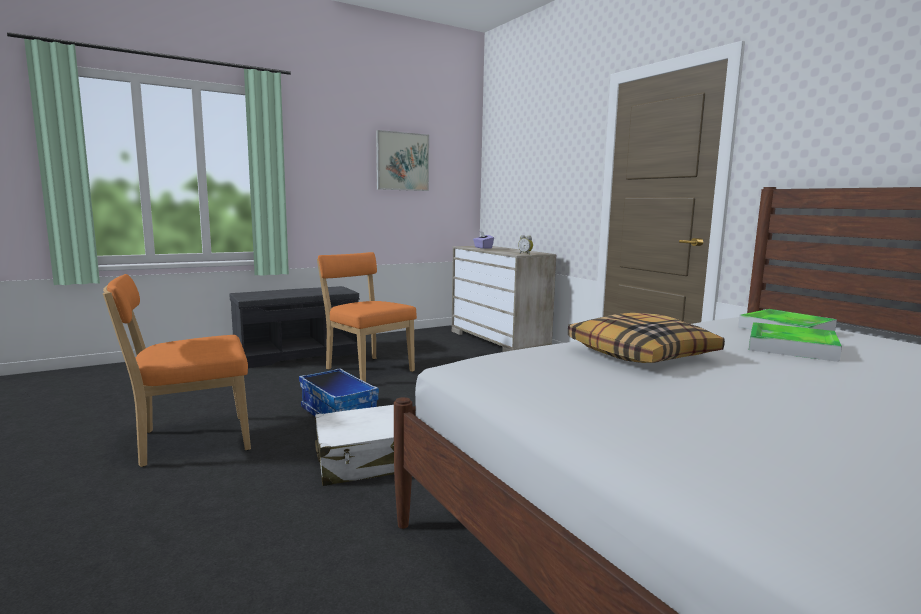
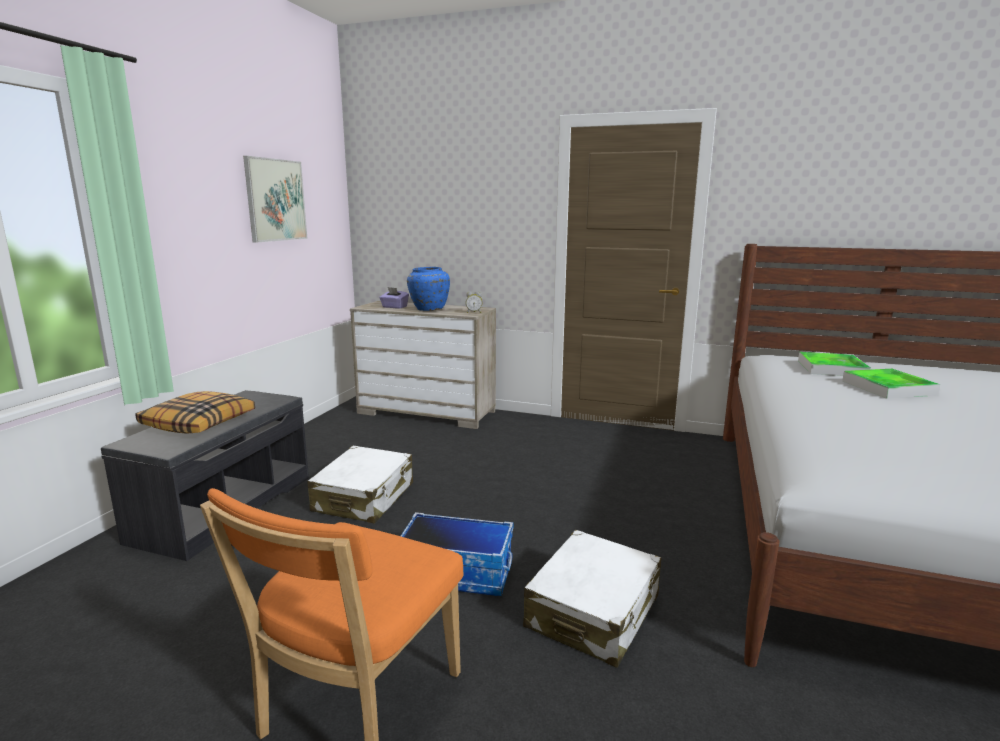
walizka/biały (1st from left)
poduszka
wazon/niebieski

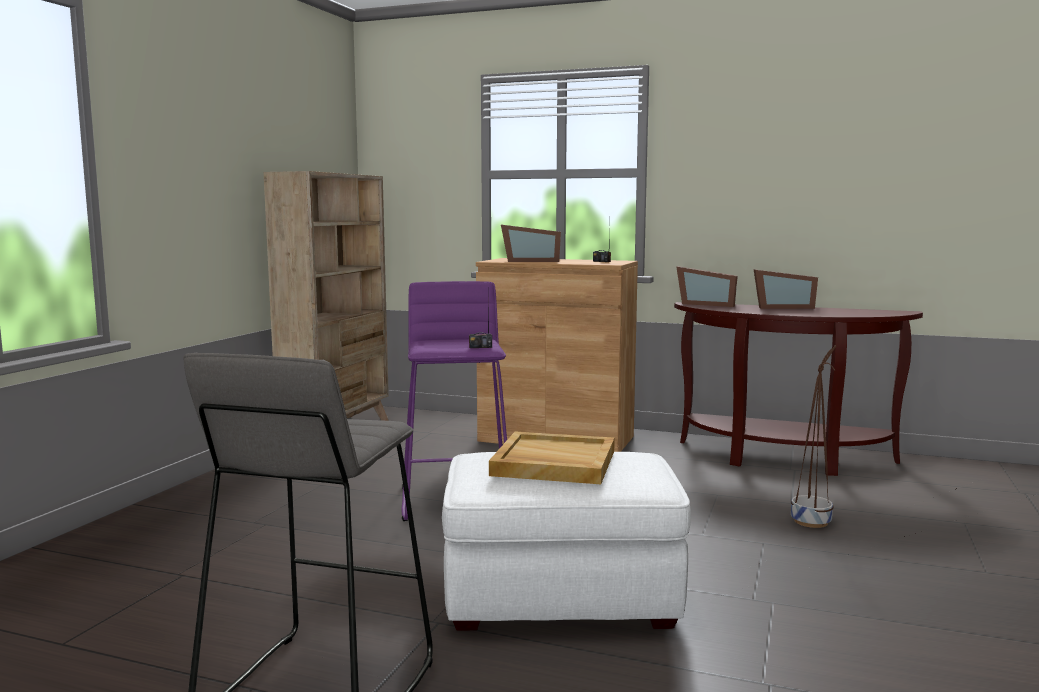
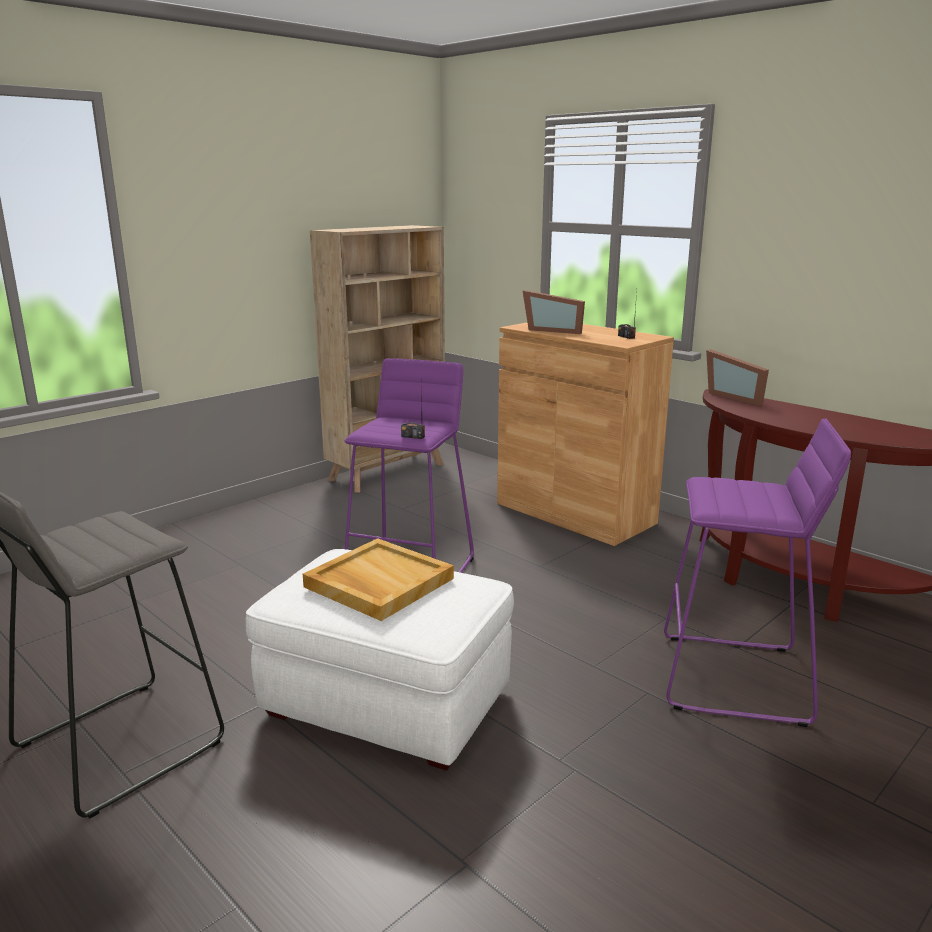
ramka na zdjęcie (3rd from left in the first image)
stołek/fioletowy (2nd from left)

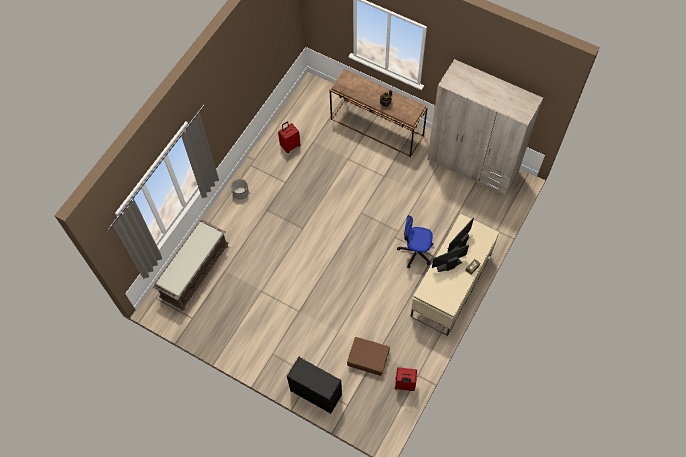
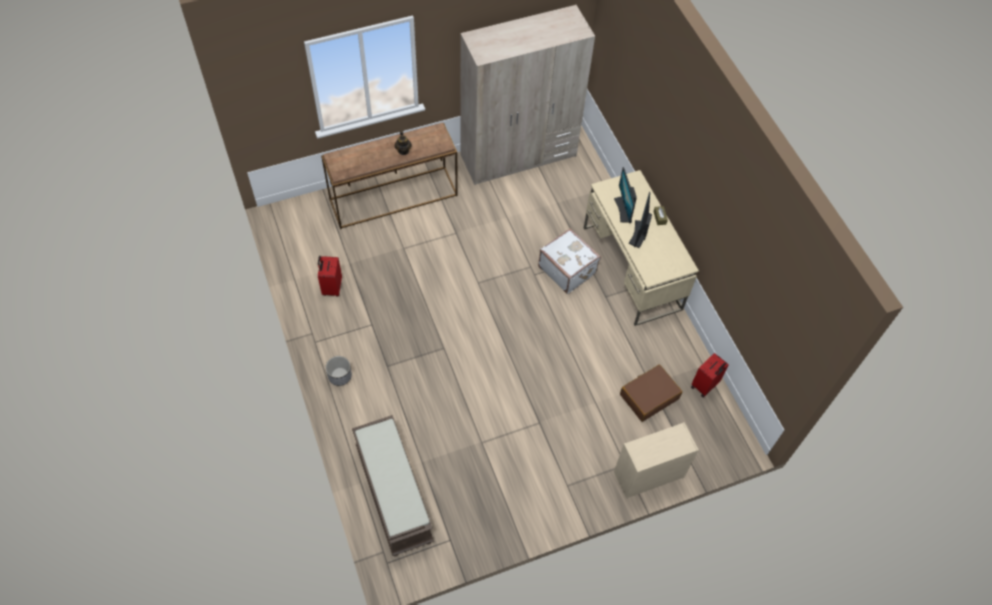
walizka/biały
komoda/beżowy

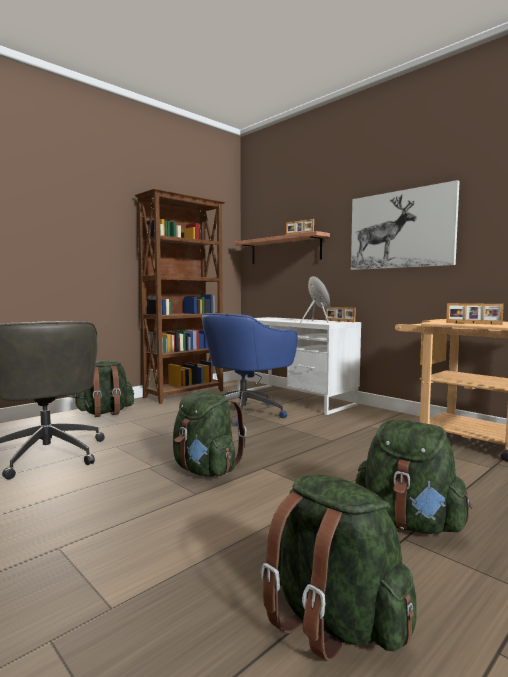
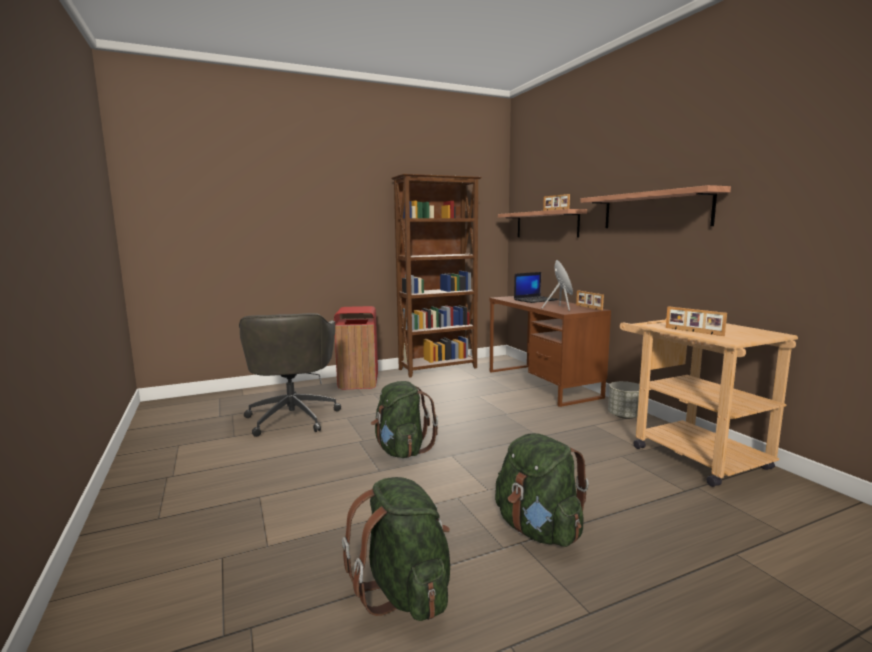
półka (2nd from left)
krzesło biurowe/niebieski
biurko/brązowy
kosz na śmieci/czerwony
laptop
donica/szary

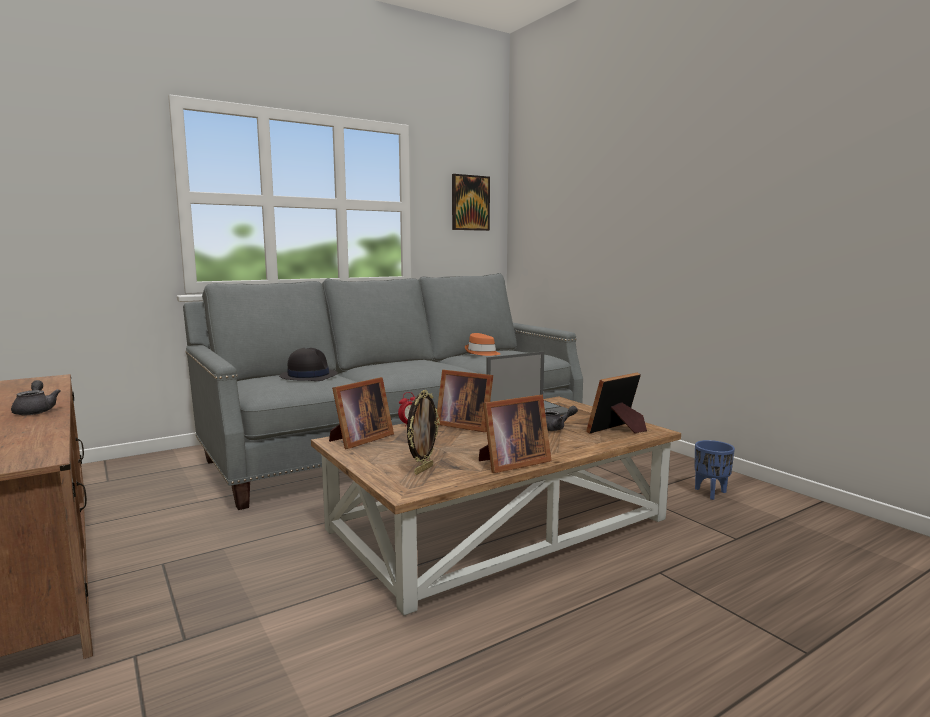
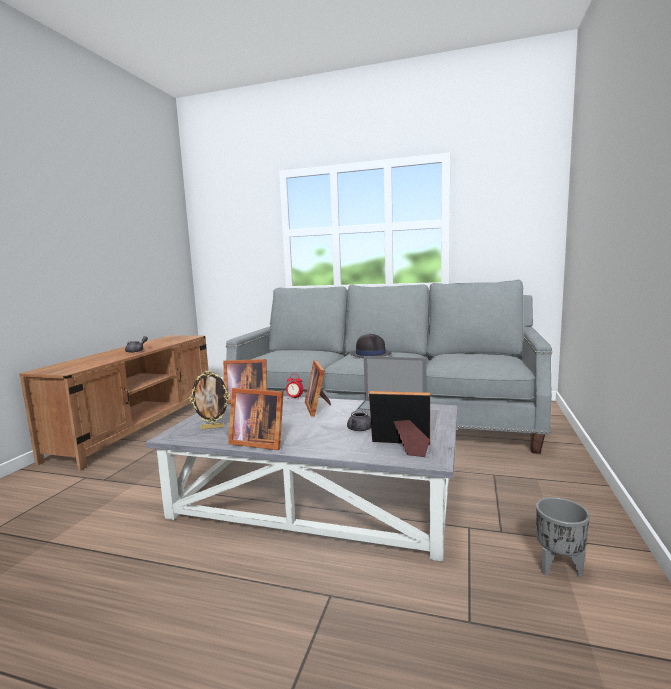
obraz
kapelusz/pomarańczowy
kapelusz/czarny
ława/szary
donica/szary

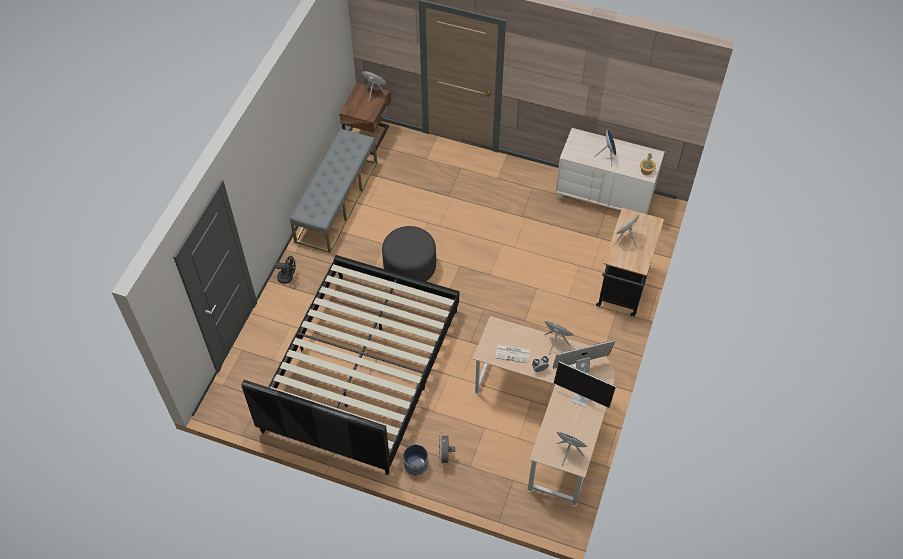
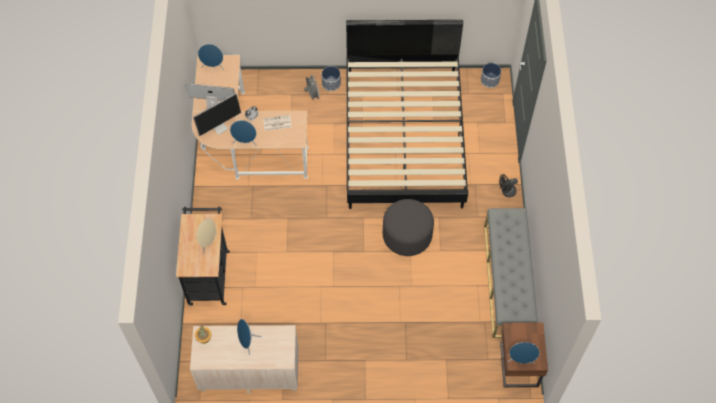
donica (2nd from left)

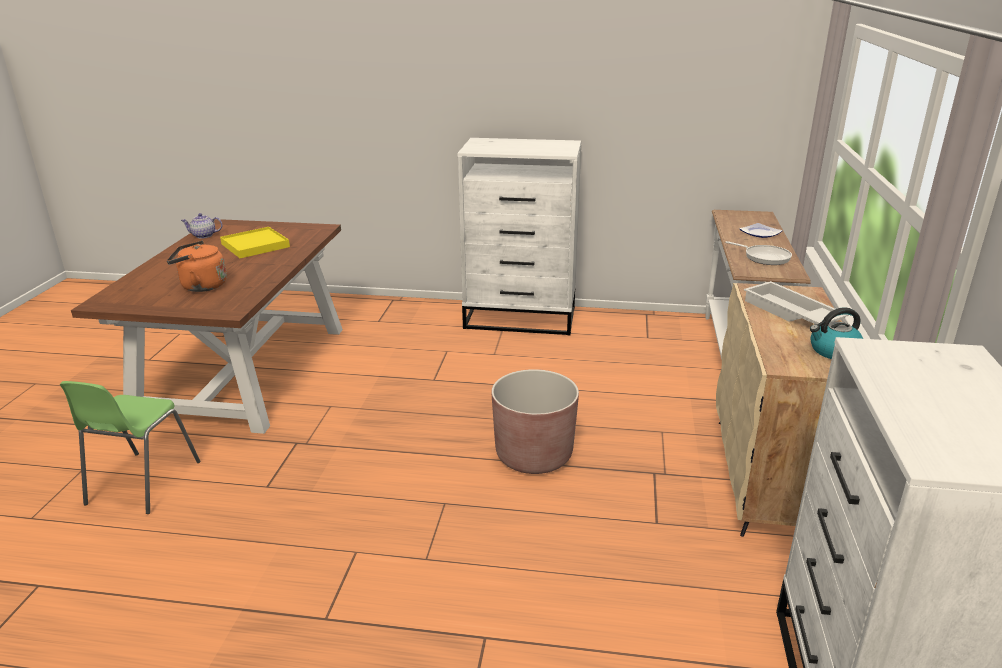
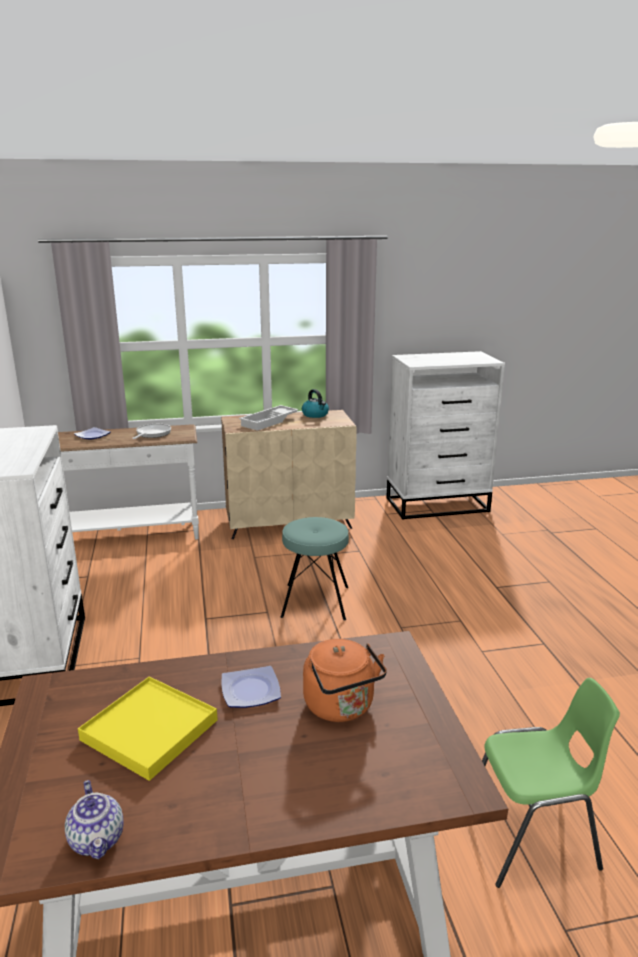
stołek/turkusowy
talerz (2nd from left)

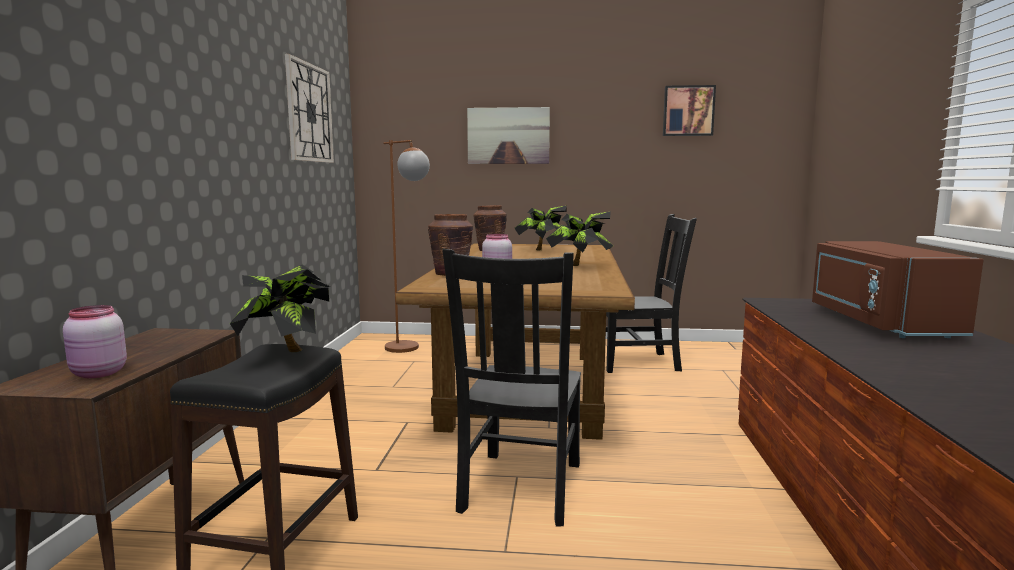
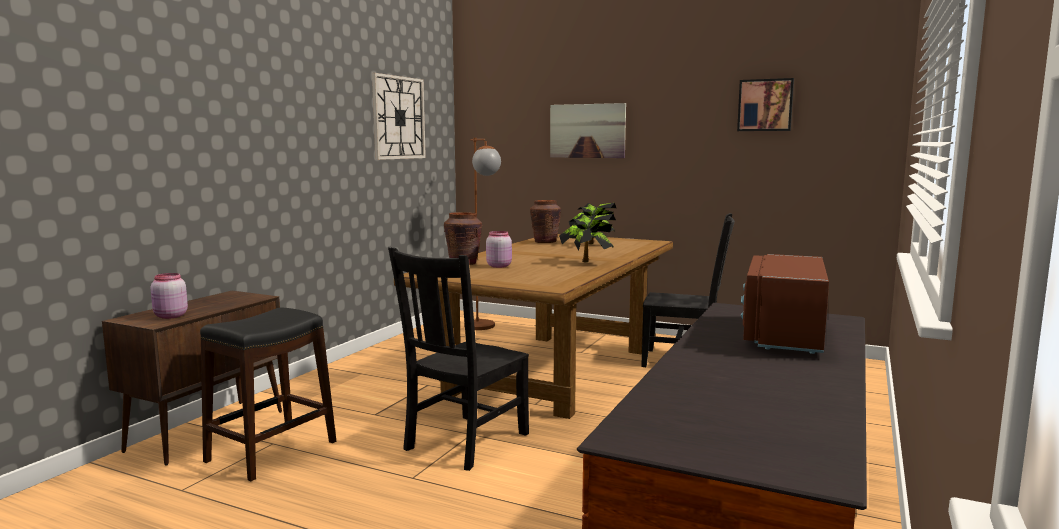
roślina doniczkowa (1st from left in the first image)

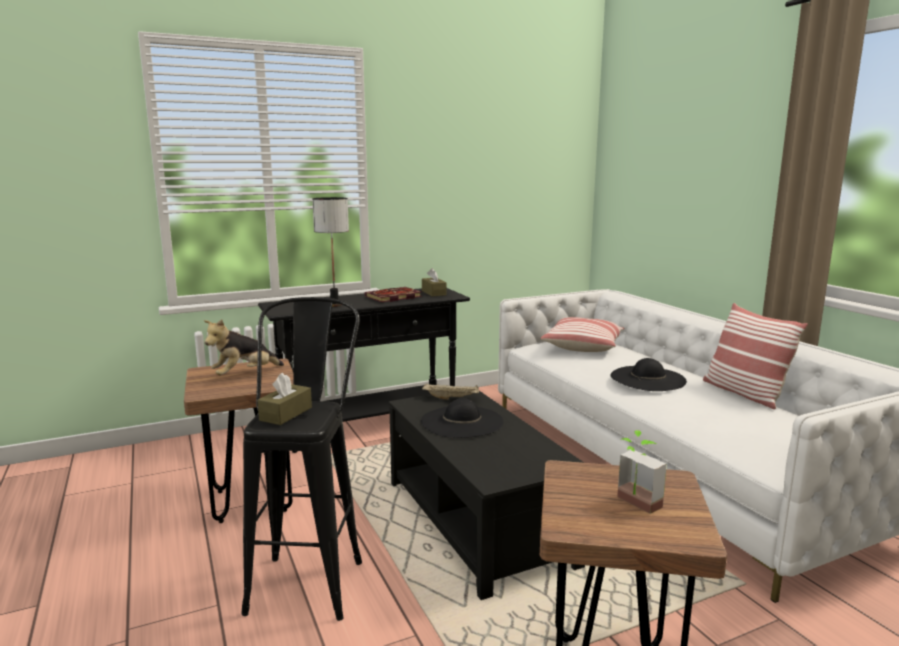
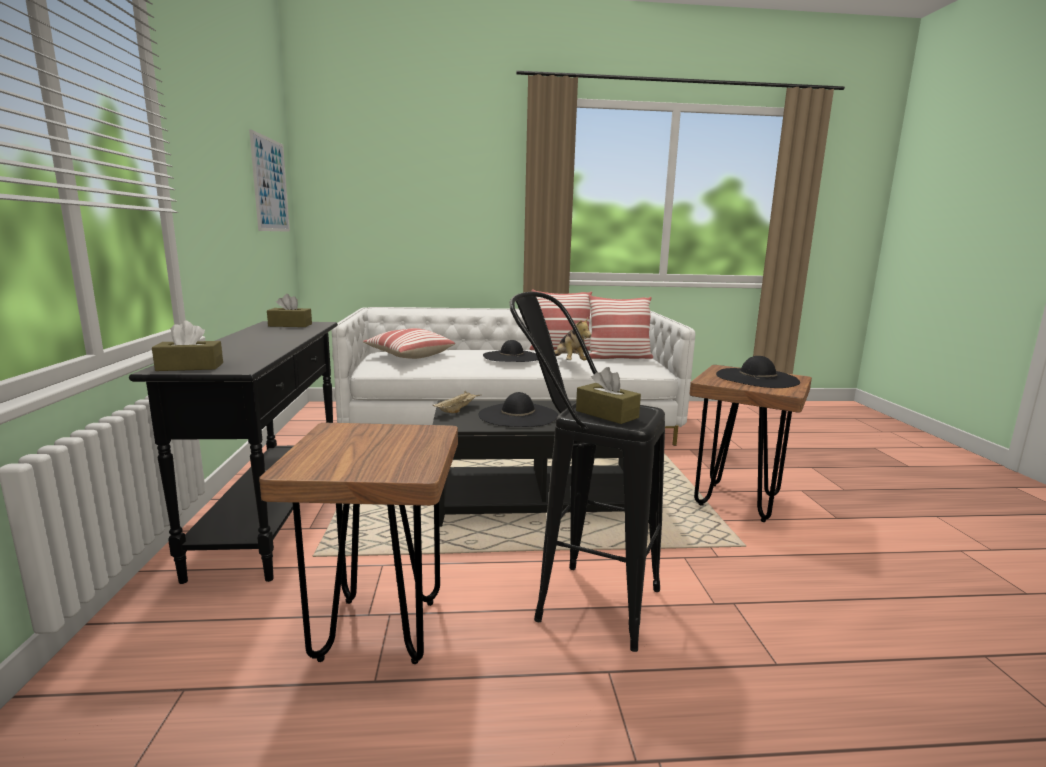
lampa stołowa
książka
pluszak
kapelusz/czarny (3rd from left)
obraz
poduszka (3rd from left)
pudełko chusteczek/brązowy (1st from left)

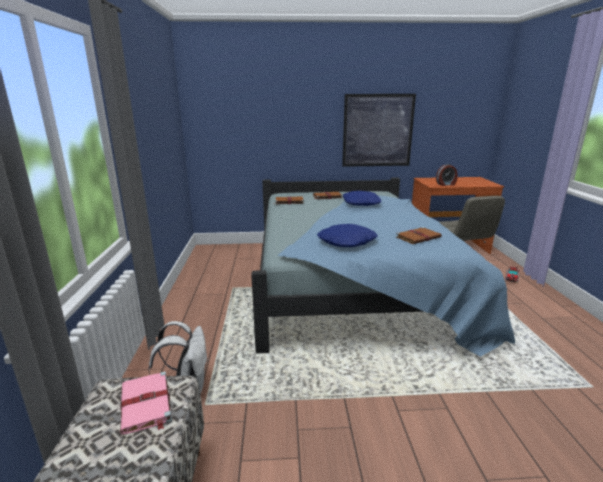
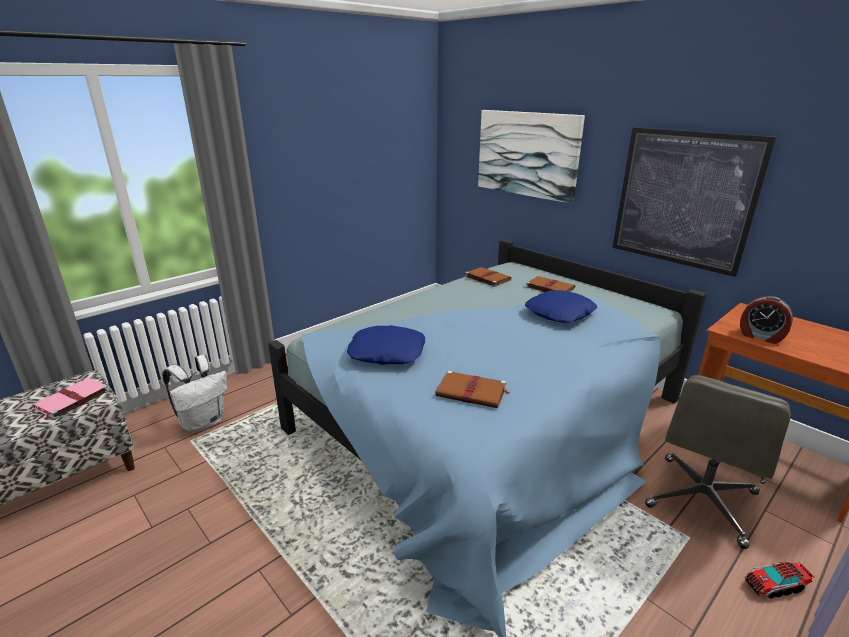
obraz (1st from left)

